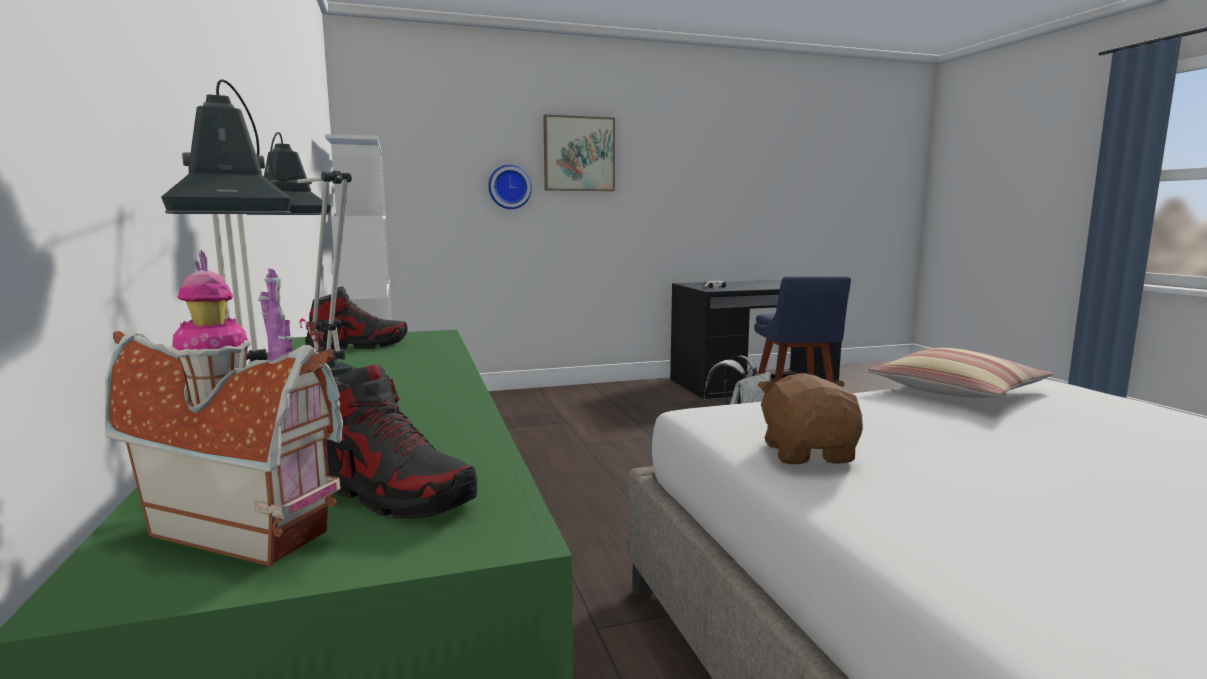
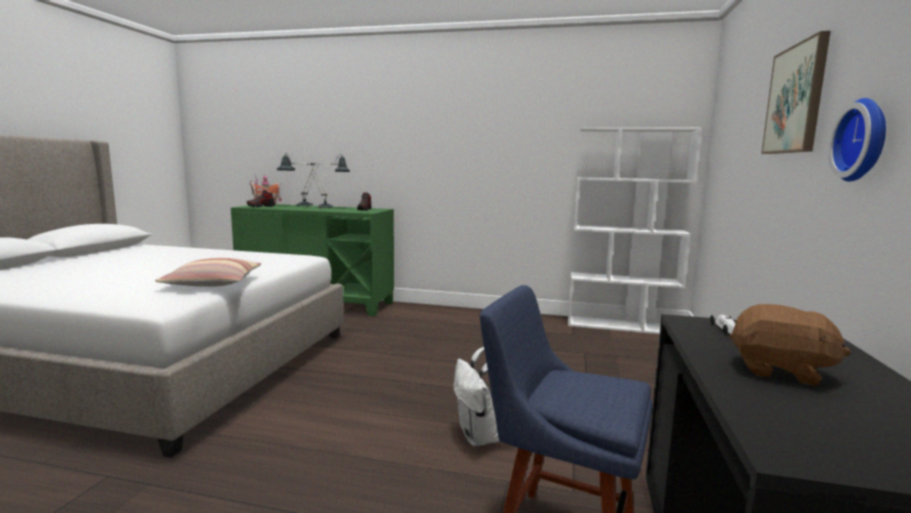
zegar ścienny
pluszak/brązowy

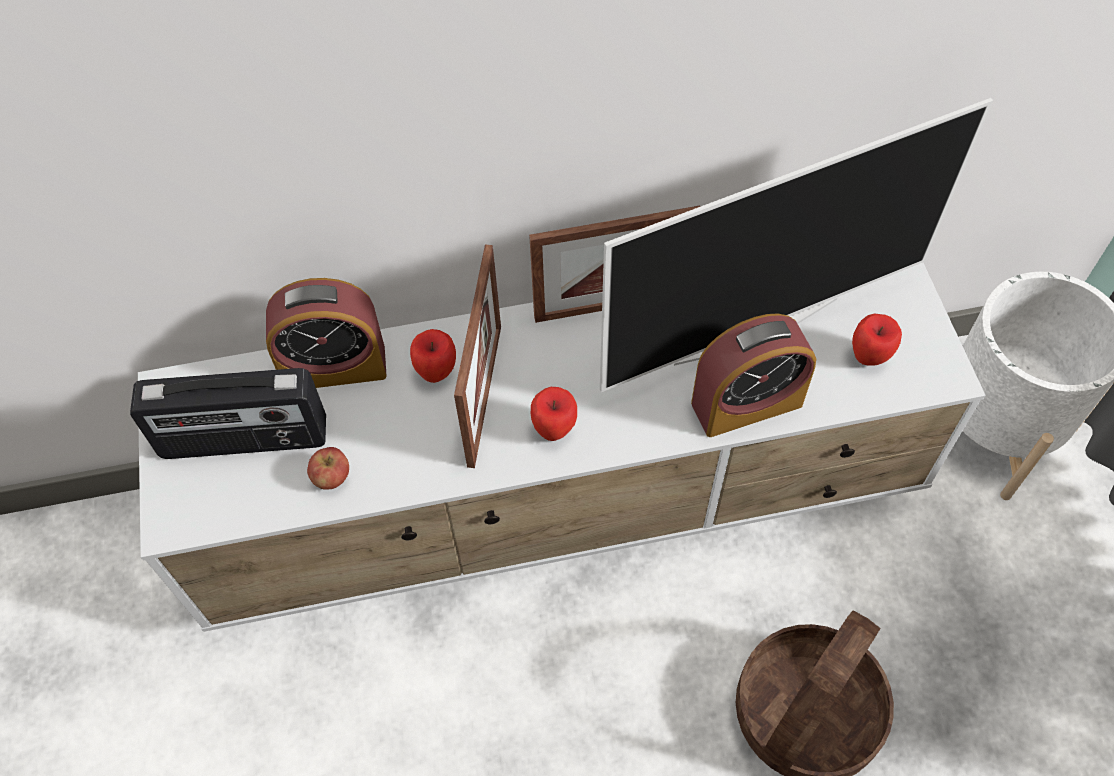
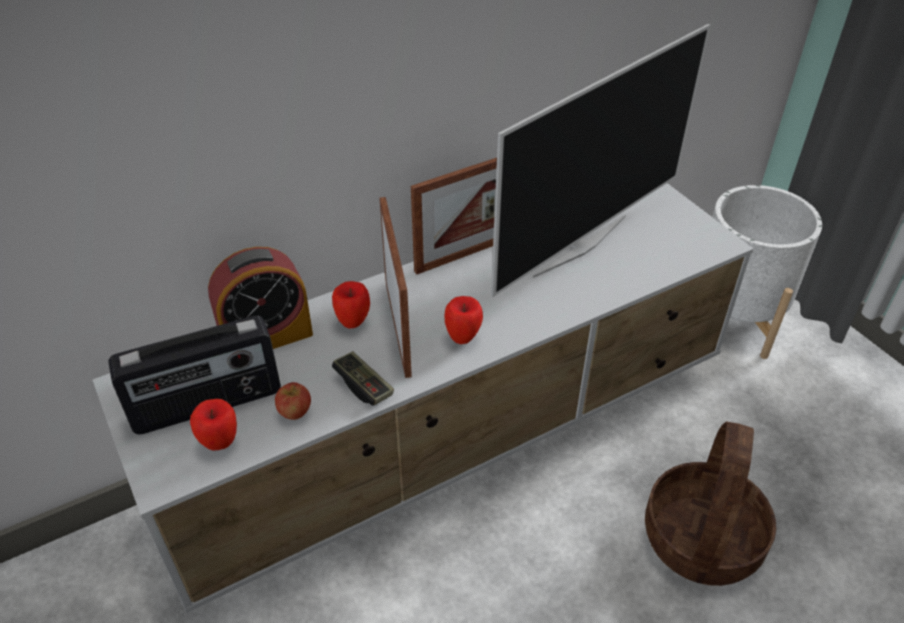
budzik (2nd from left in the first image)
jabłko (1st from left)
pad do gier

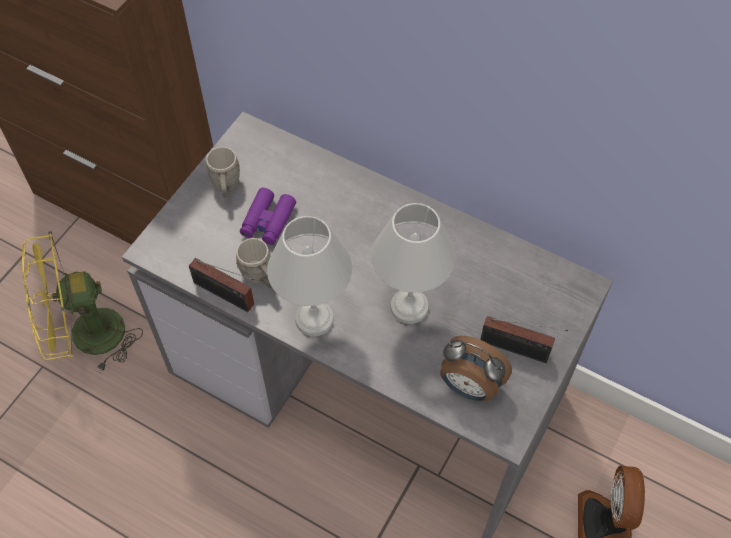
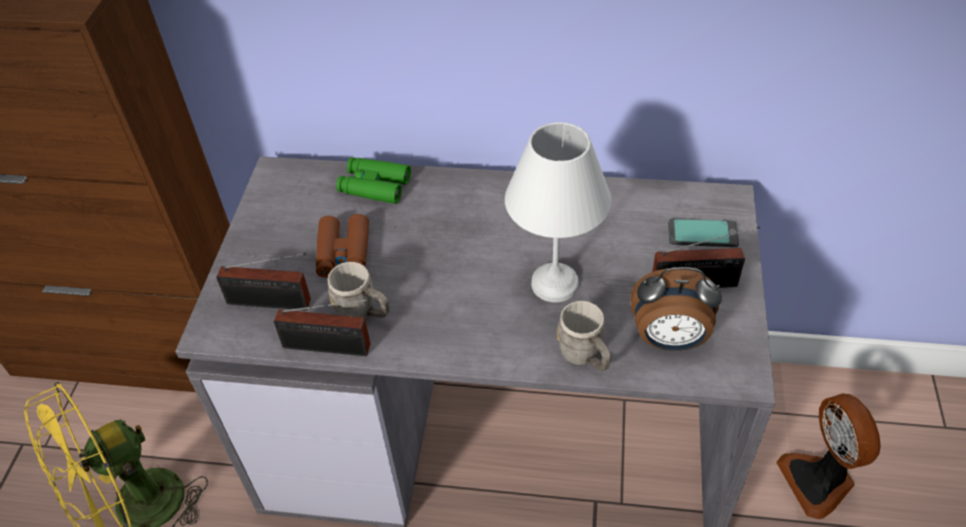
kubek/szary (2nd from left)
lornetka/brązowy
lampa stołowa/biały (1st from left in the first image)
lornetka/zielony
telefon
radio (1st from left)

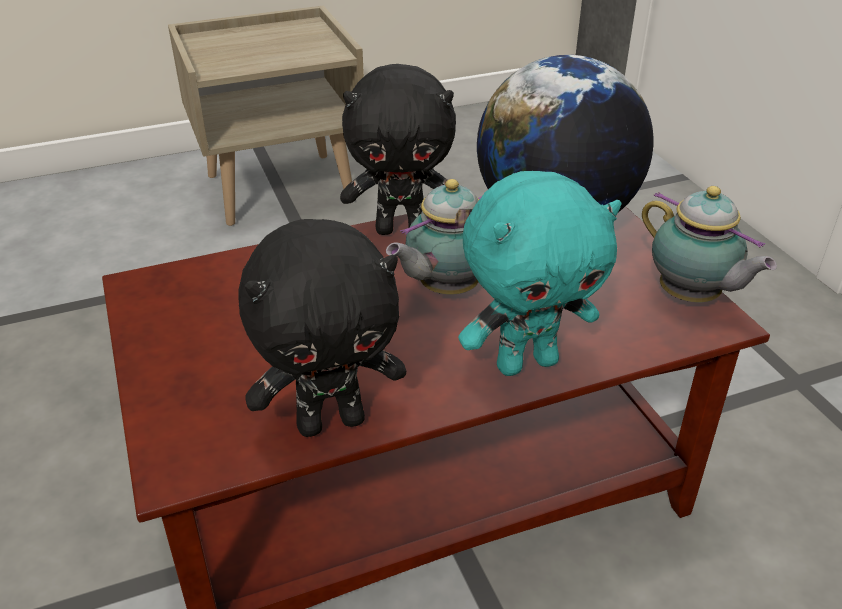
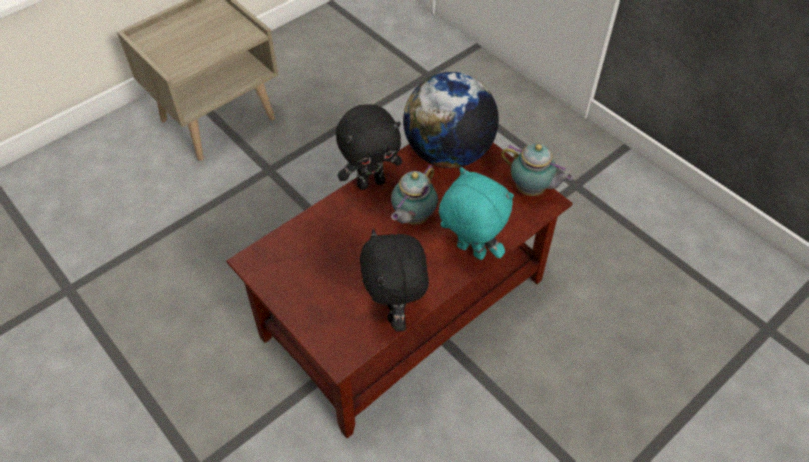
pluszak/turkusowy
pluszak/czarny (2nd from left)

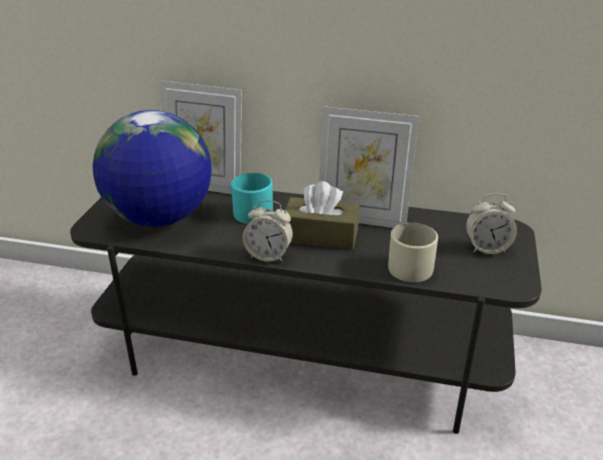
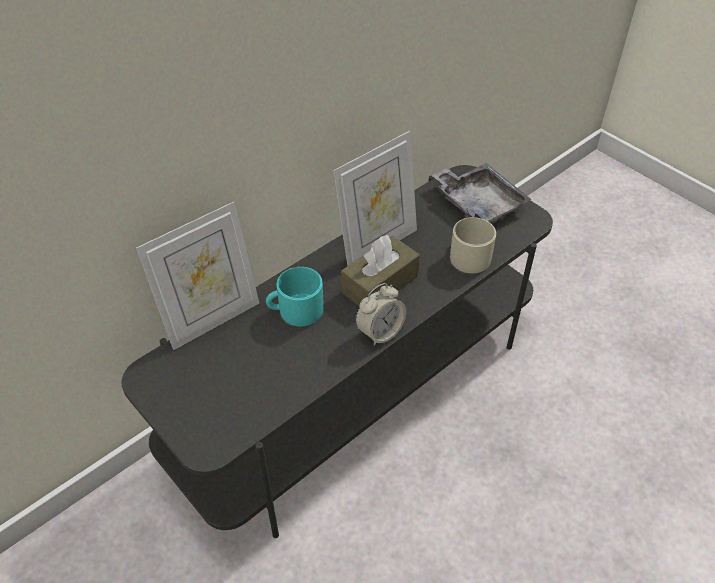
globus
taca/szary

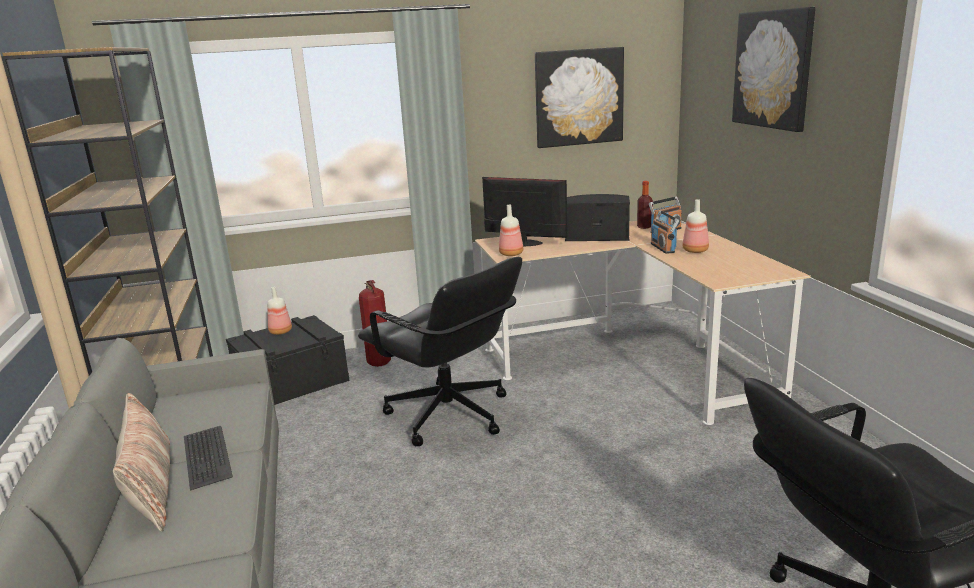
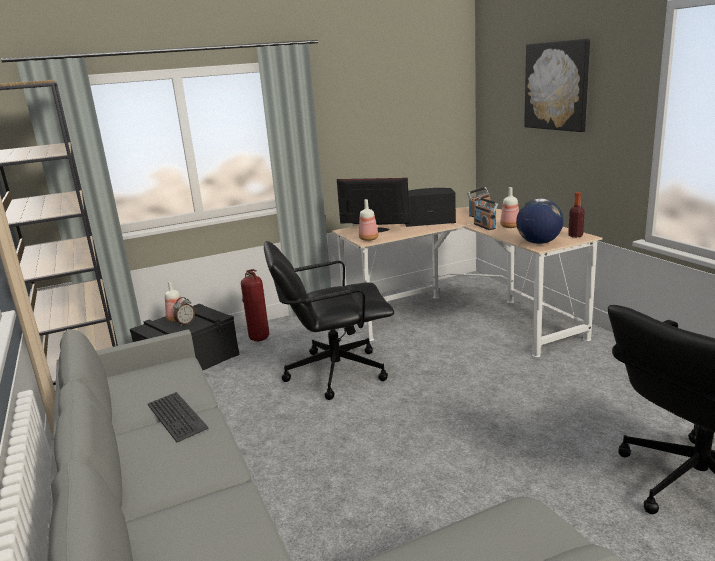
obraz (1st from left in the first image)
butelka (4th from left)
krzesło biurowe/czarny (1st from left)
poduszka
globus
budzik

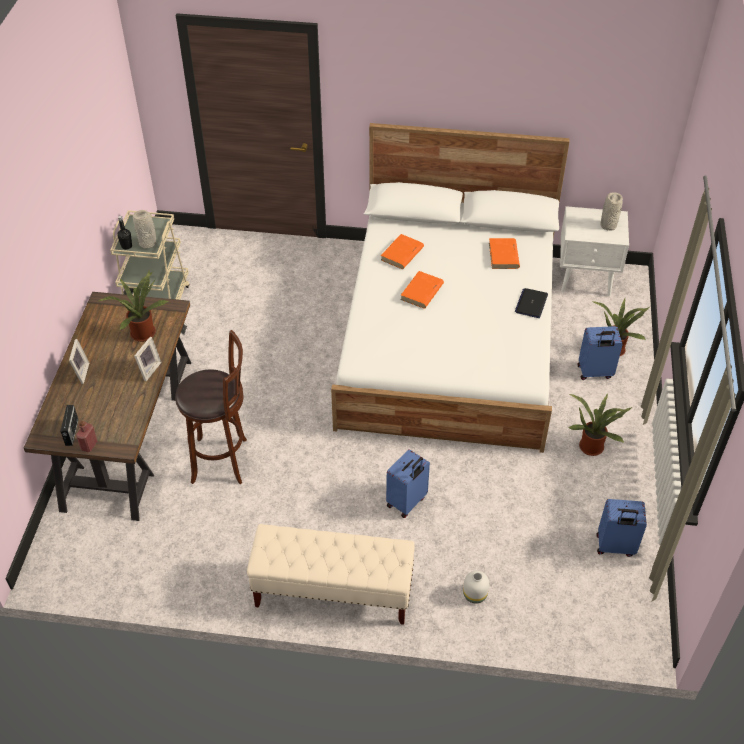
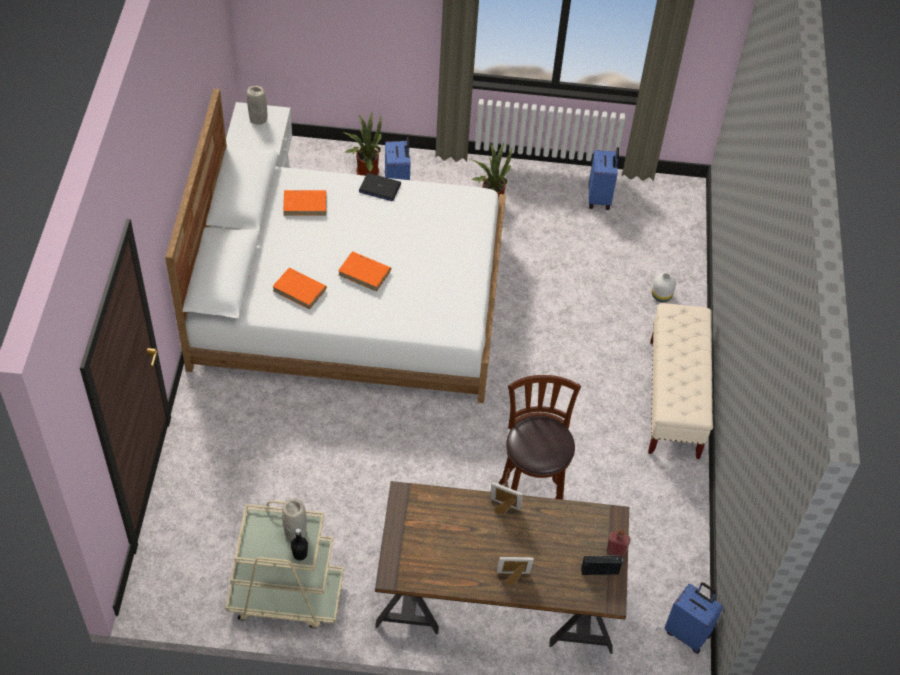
roślina doniczkowa (1st from left in the first image)
walizka/niebieski (3rd from left)

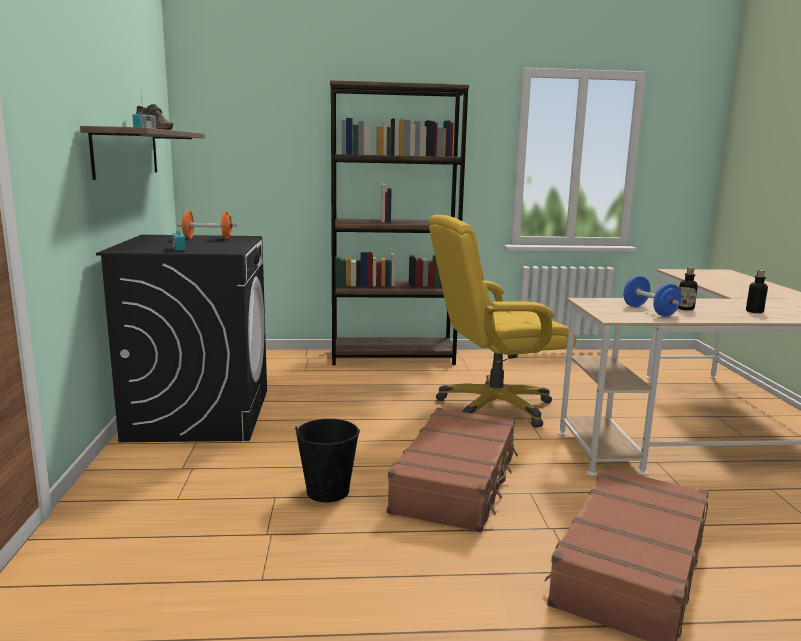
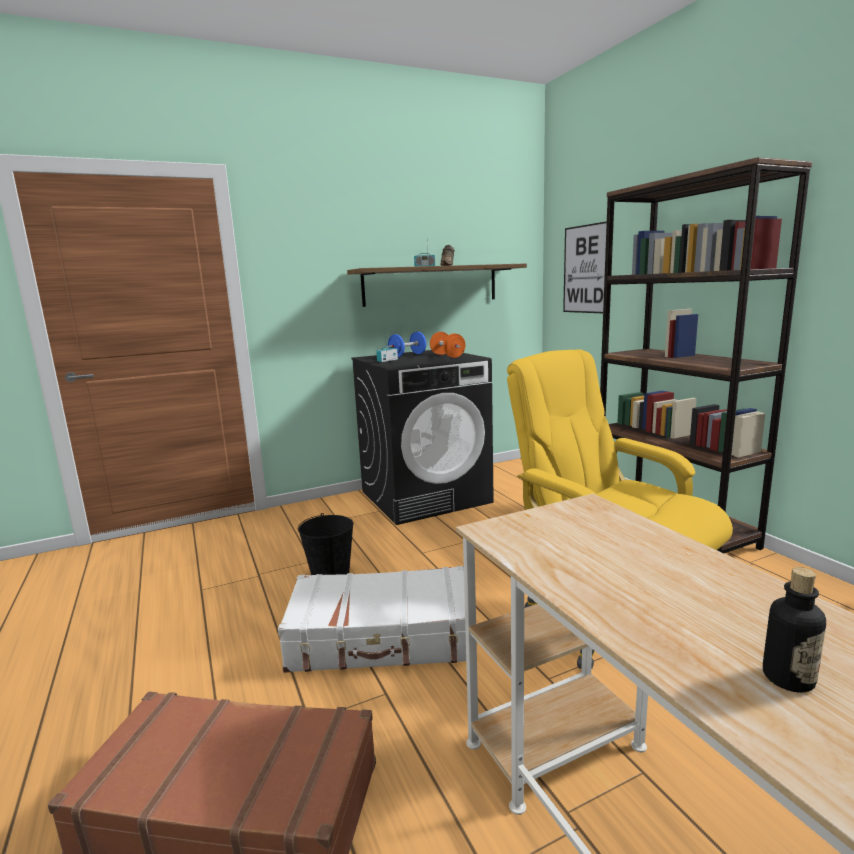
butelka (1st from left in the first image)
hantel/niebieski
walizka/biały
obraz

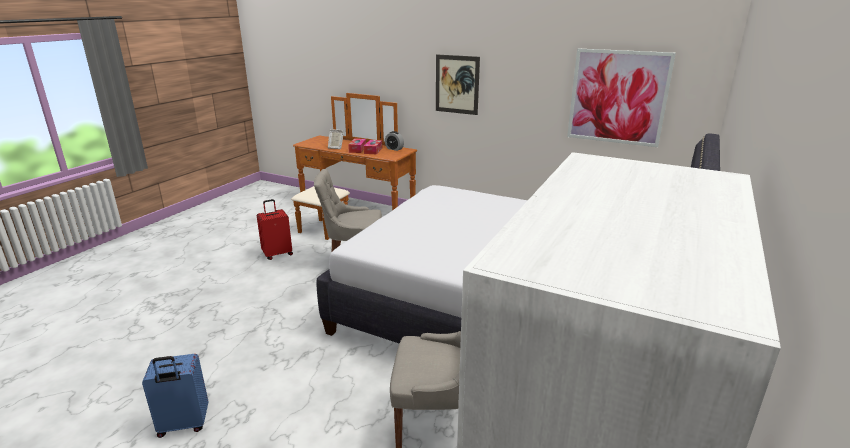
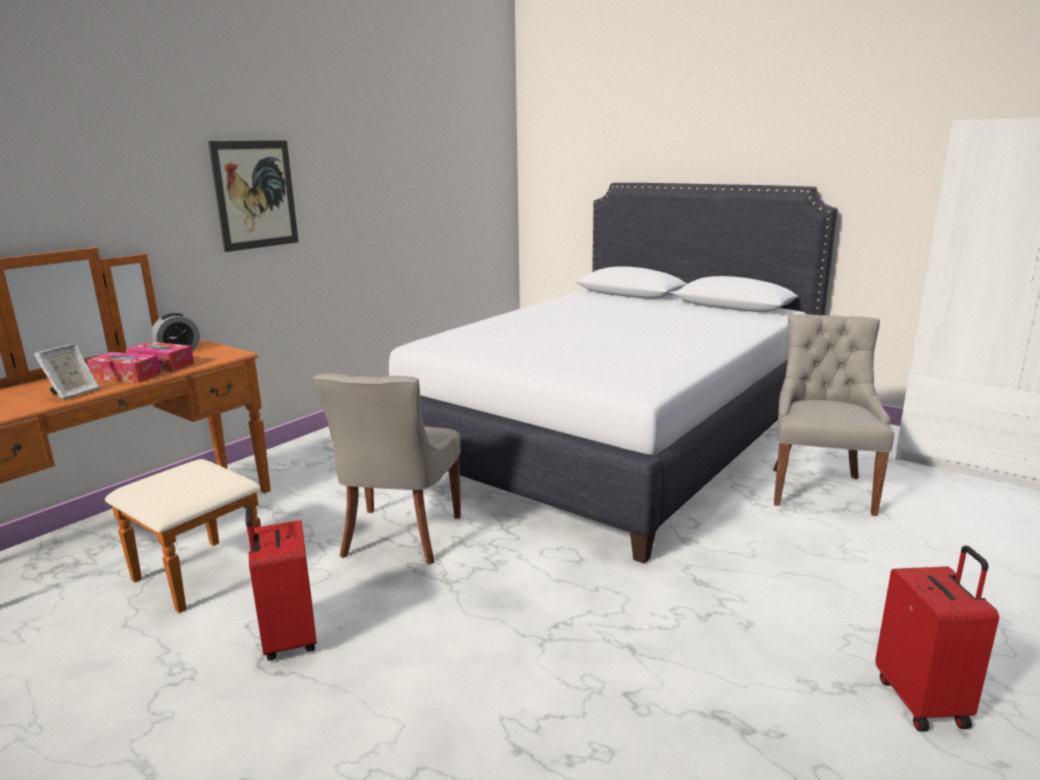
obraz (2nd from left in the first image)
walizka/czerwony (2nd from left)

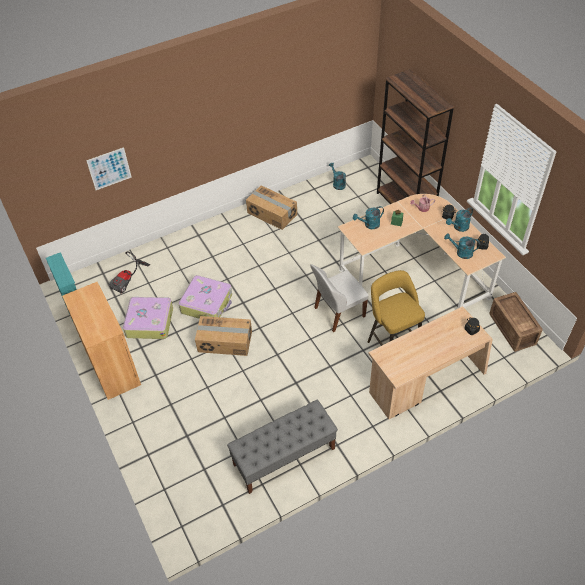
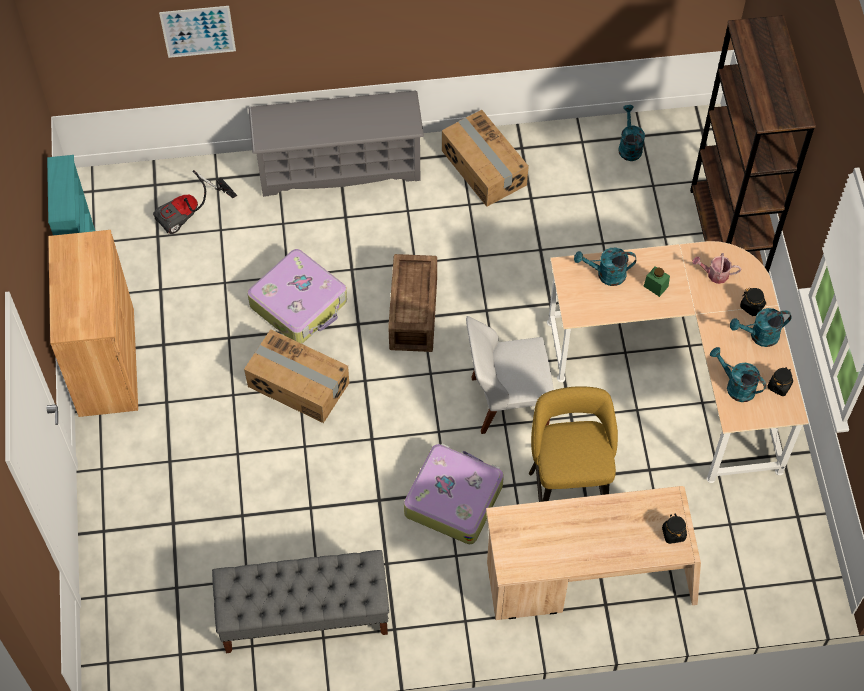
skrzynka
walizka (2nd from left)
regał na buty/szary

